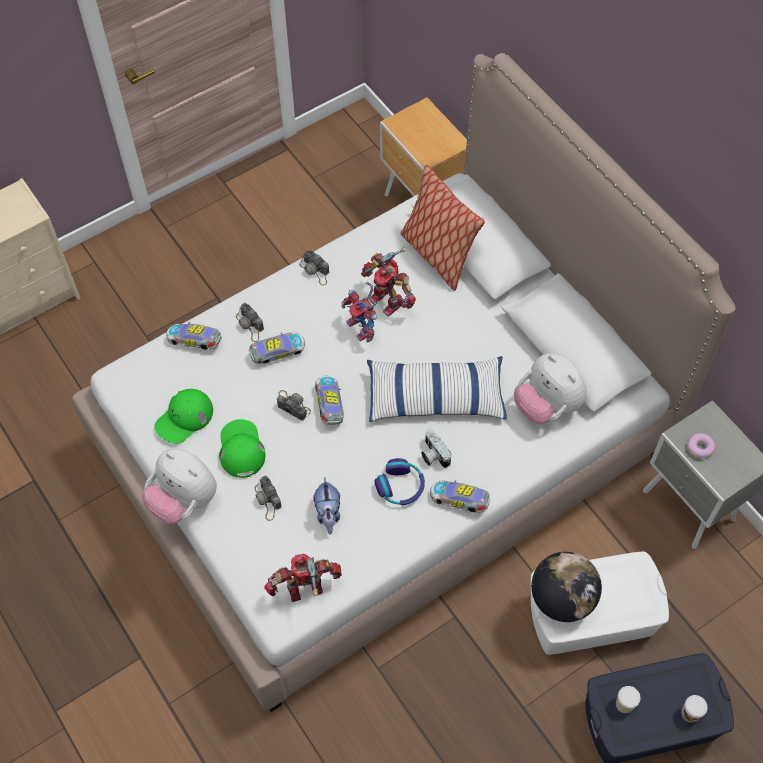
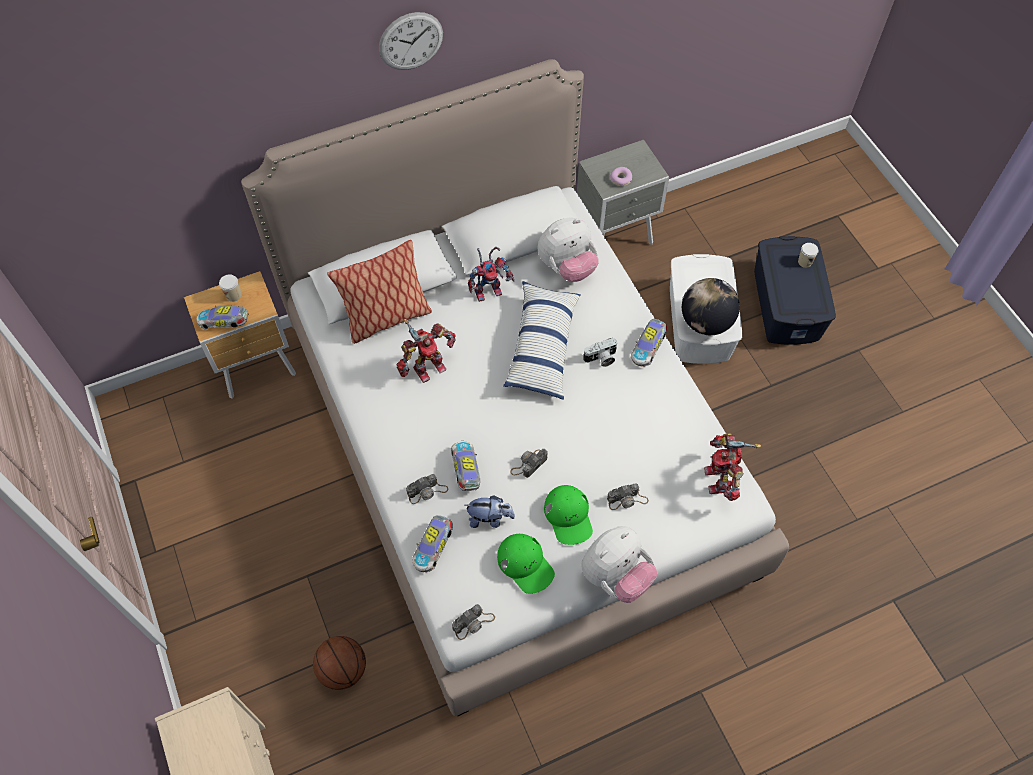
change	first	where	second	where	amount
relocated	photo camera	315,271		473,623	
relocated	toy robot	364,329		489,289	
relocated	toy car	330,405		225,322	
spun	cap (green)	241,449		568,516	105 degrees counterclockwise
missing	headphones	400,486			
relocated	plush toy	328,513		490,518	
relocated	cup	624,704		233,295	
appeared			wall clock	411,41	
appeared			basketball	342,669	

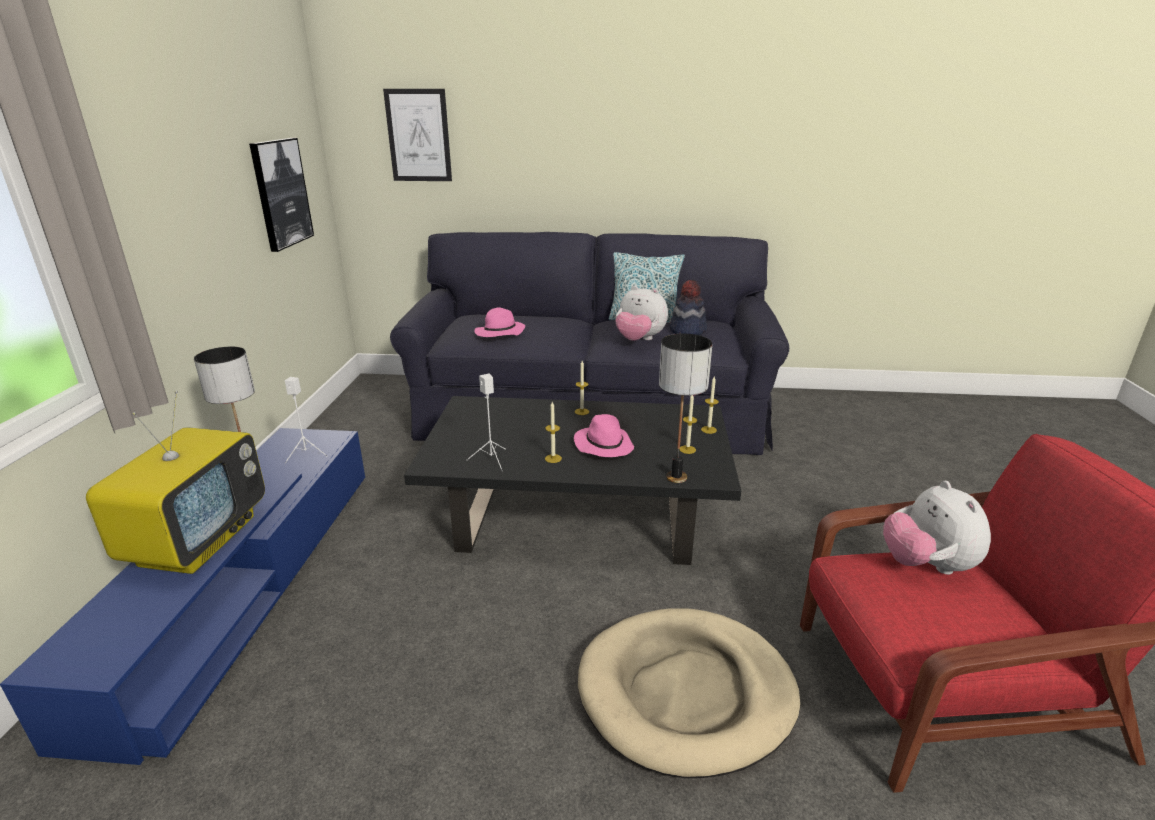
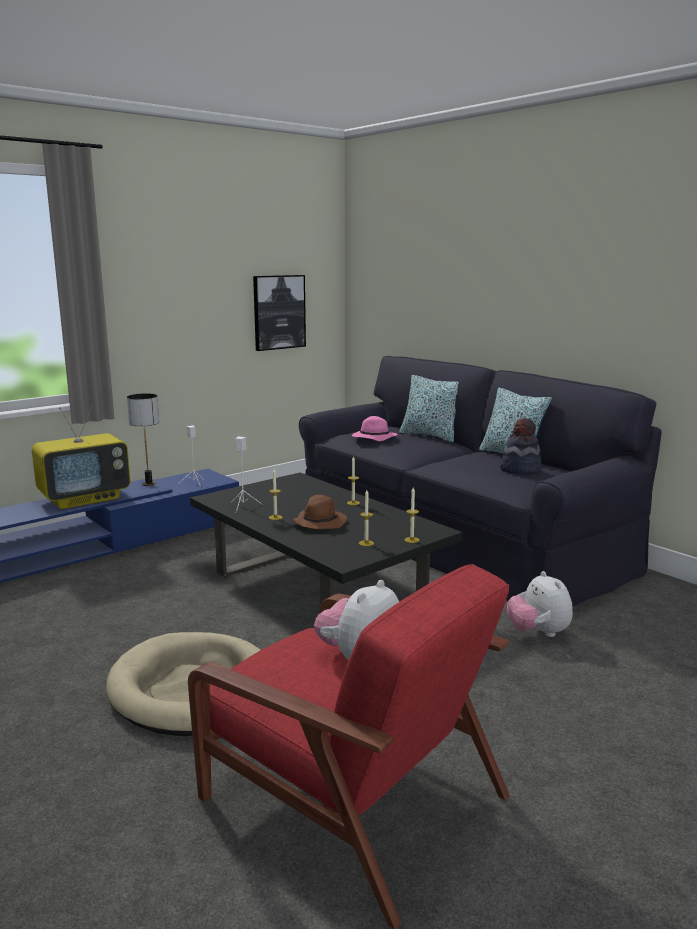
change	first	where	second	where	amount
missing	picture	418,136			
relocated	plush toy	639,340		538,633	
missing	table lamp	676,477			
colour	hat (pink)	603,445	hat (brown)	319,522	
appeared			pillow	430,435	

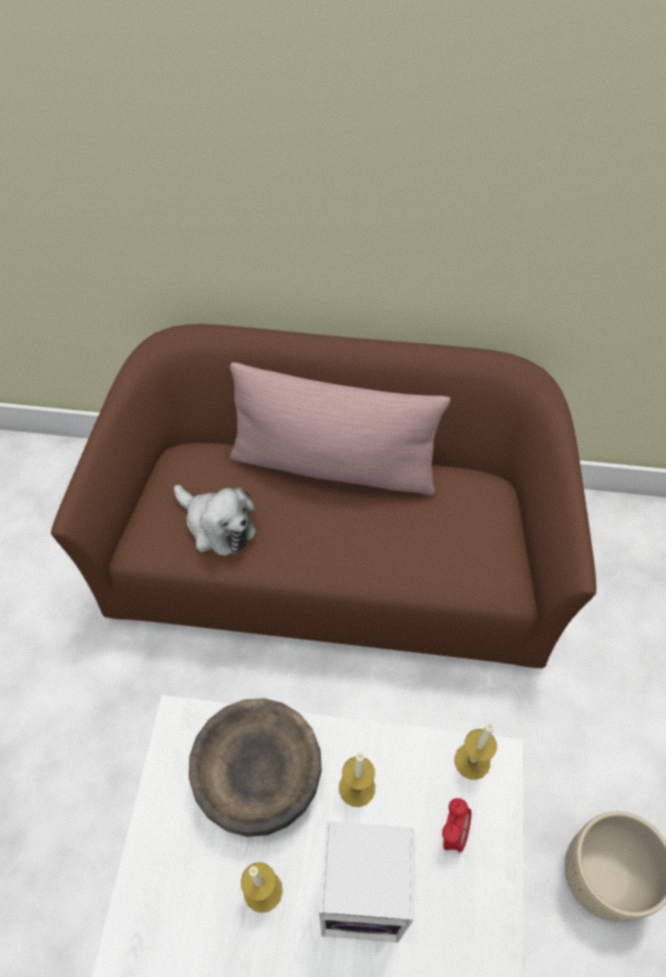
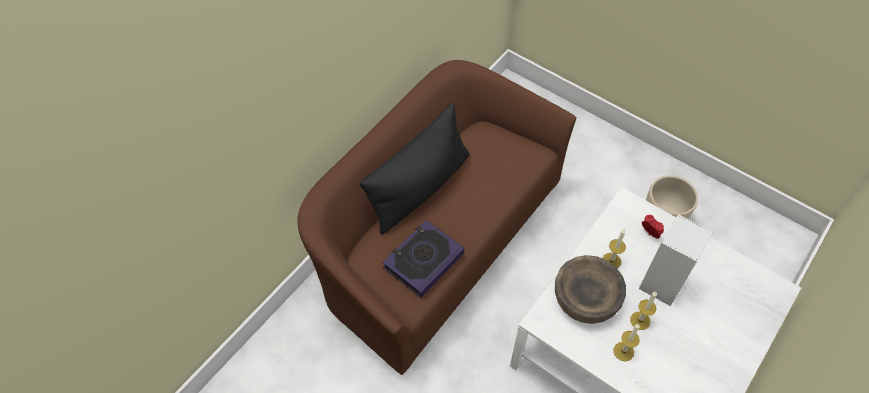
change	first	where	second	where	amount
colour	pillow (pink)	333,465	pillow (black)	420,188	
exchanged	plush toy	217,526	book	423,260	
relocated	candle	472,761		623,351	

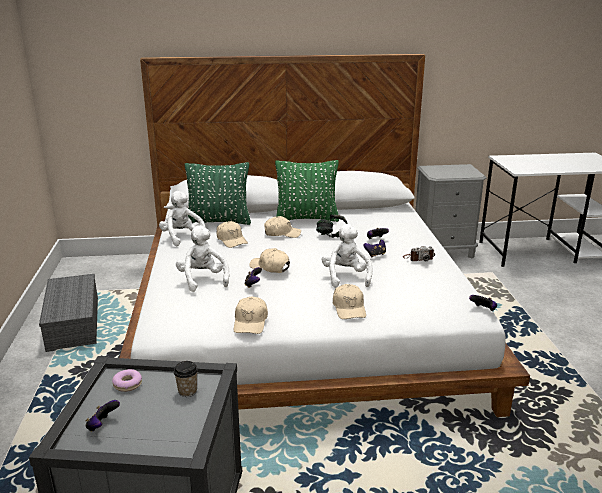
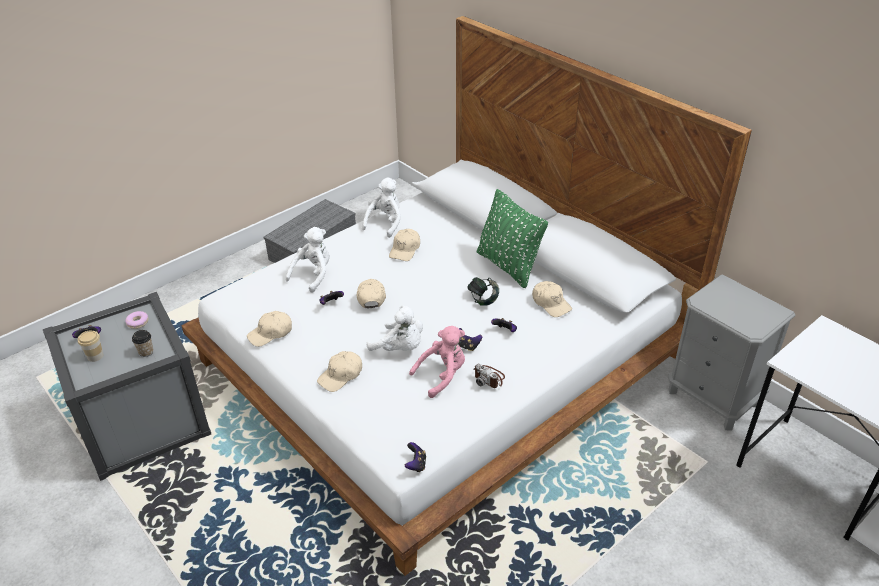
change	first	where	second	where	amount
missing	pillow (green)	219,221			
relocated	cap (beige)	282,233		551,303	
spun	plush toy (white)	346,277		400,348	75 degrees clockwise
appeared			plush toy (pink)	442,375	
appeared			cup	95,356	

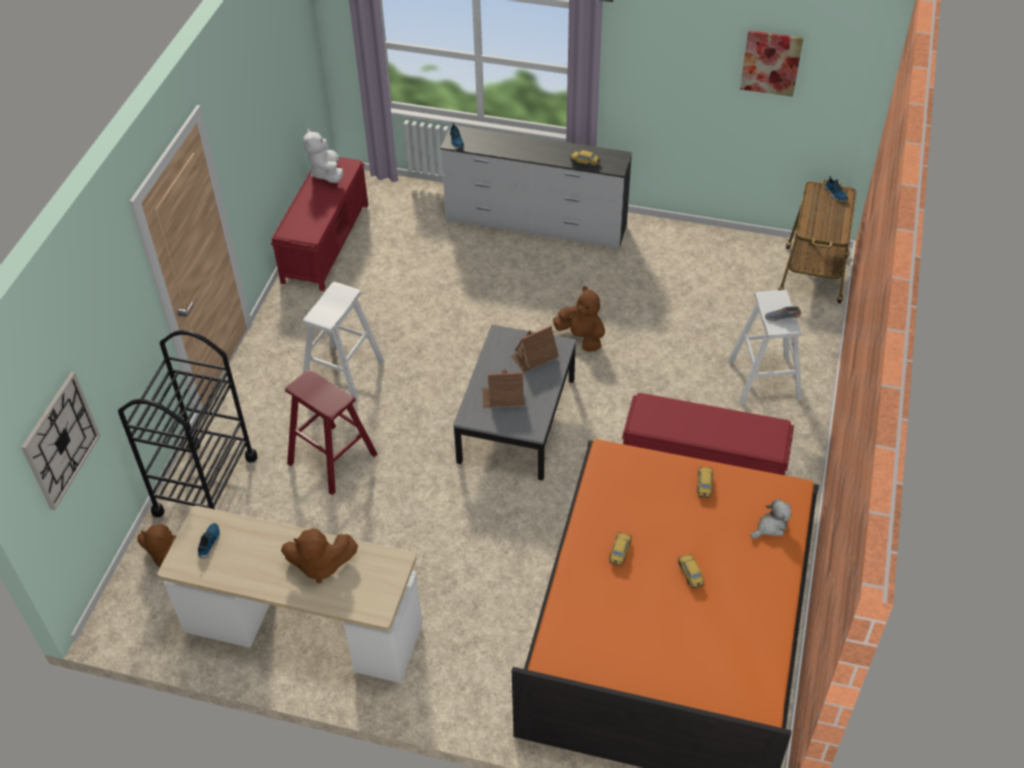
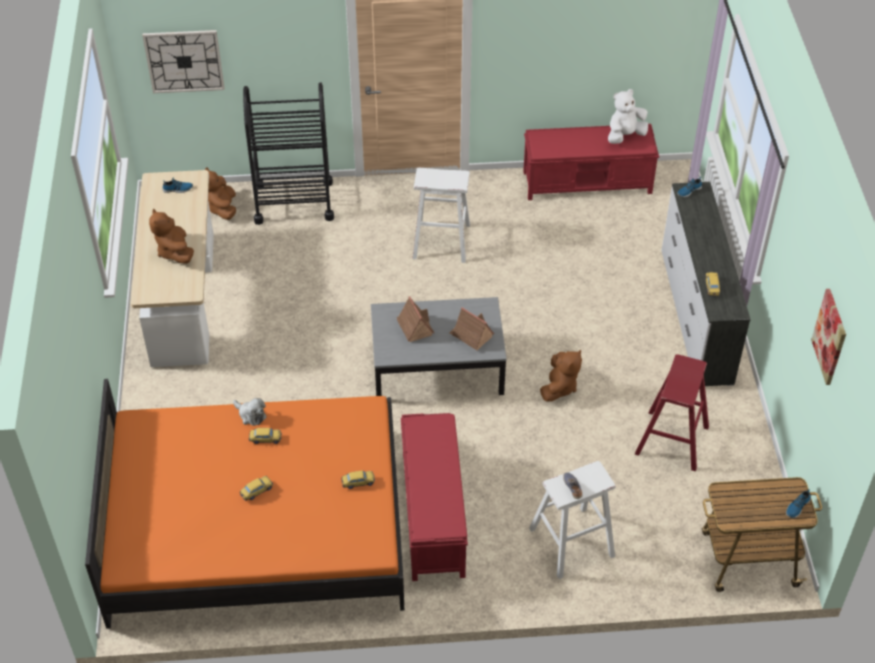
change	first	where	second	where	amount
relocated	stool (red)	332,459		672,440	
relocated	plush toy	771,526		251,415	

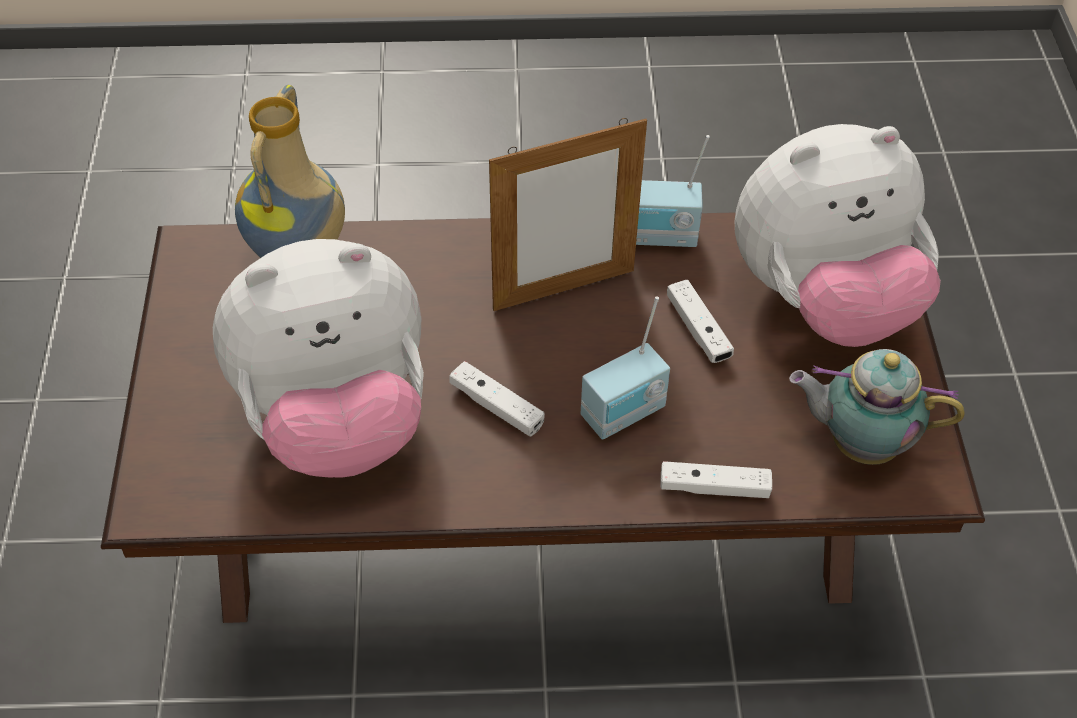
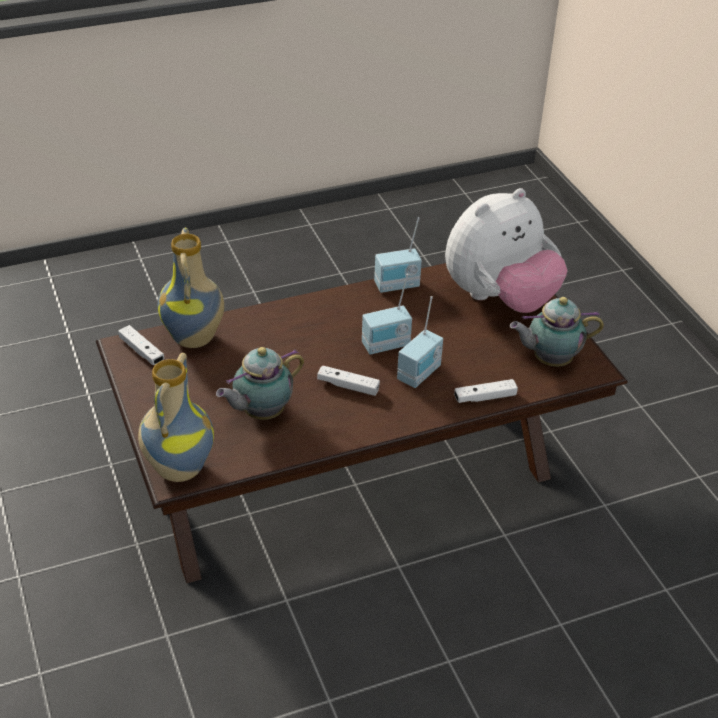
change	first	where	second	where	amount
missing	picture frame	563,289			
exchanged	plush toy	336,421	teapot	261,413	
relocated	game controller (white)	698,330		141,351	
appeared			radio	386,346	
appeared			vase	178,468	

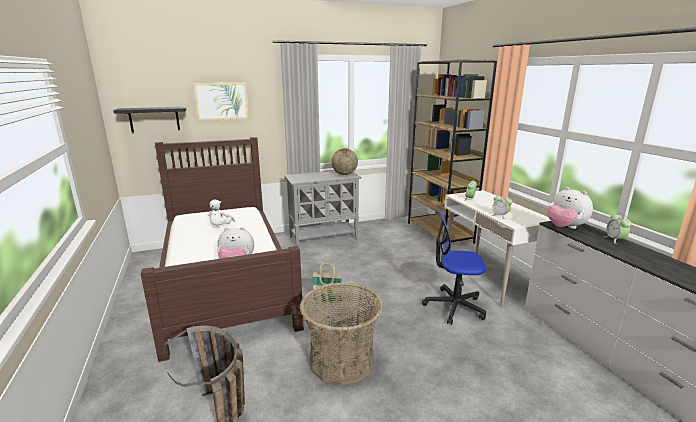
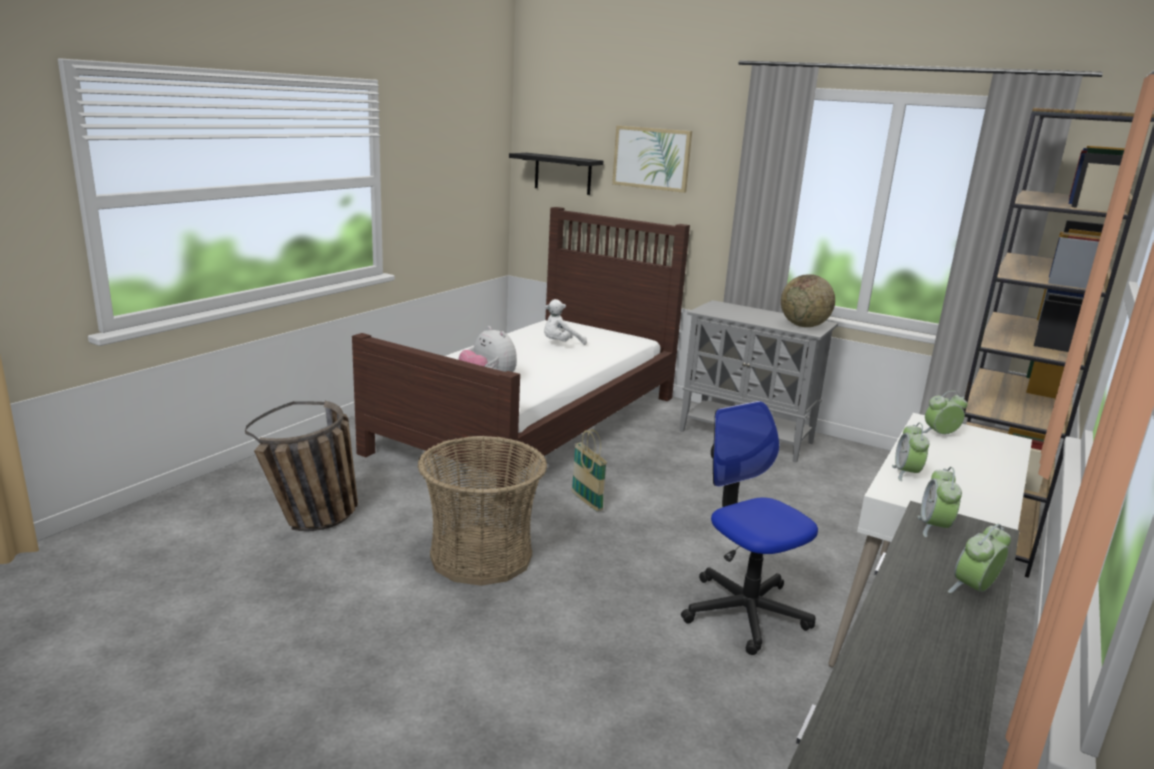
change	first	where	second	where	amount
exchanged	plush toy	564,227	alarm clock	934,528	

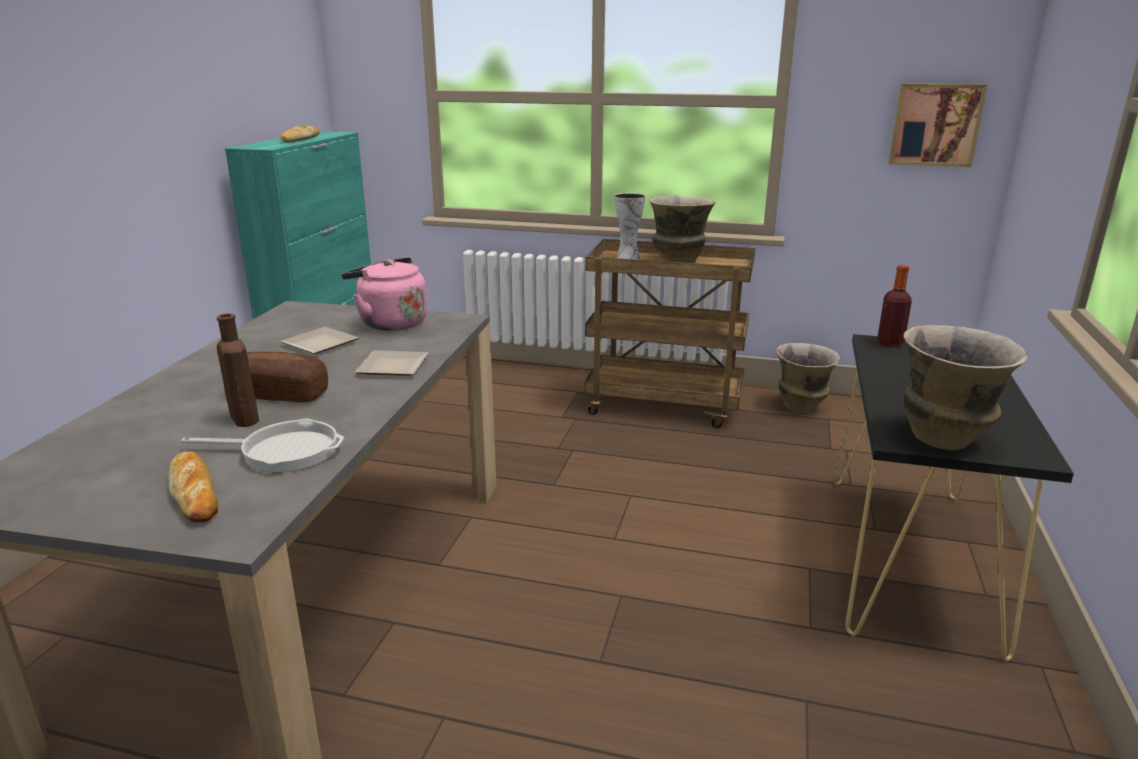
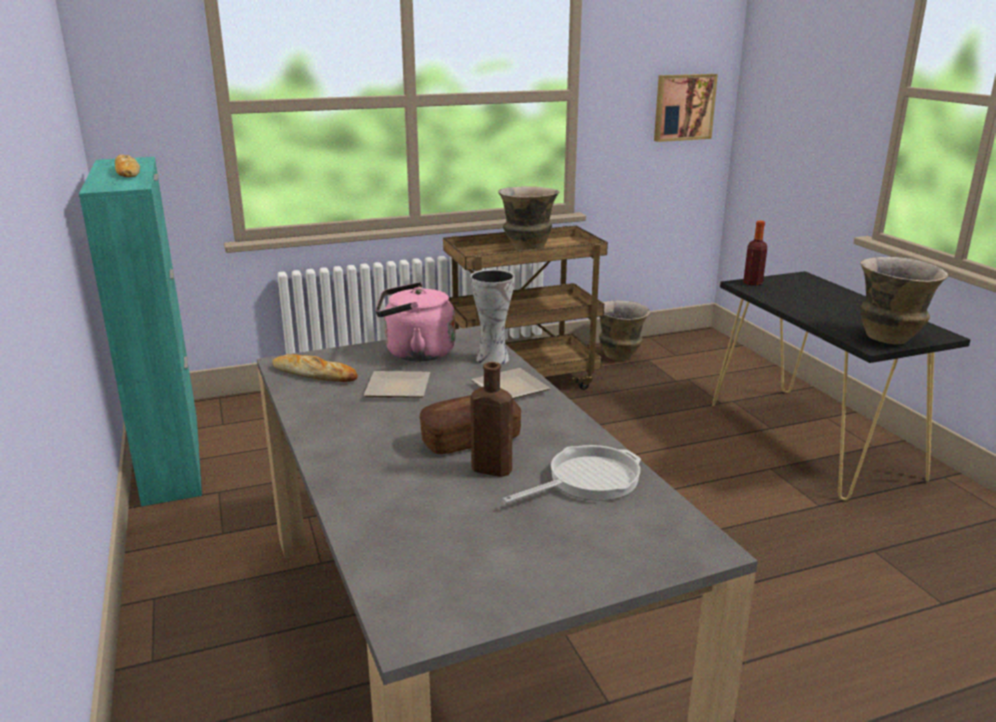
change	first	where	second	where	amount
relocated	vase	627,257		491,358	
relocated	bread	194,492		314,374	

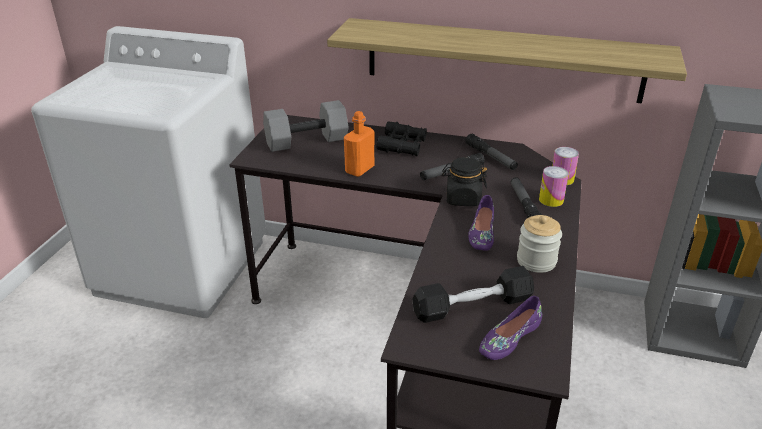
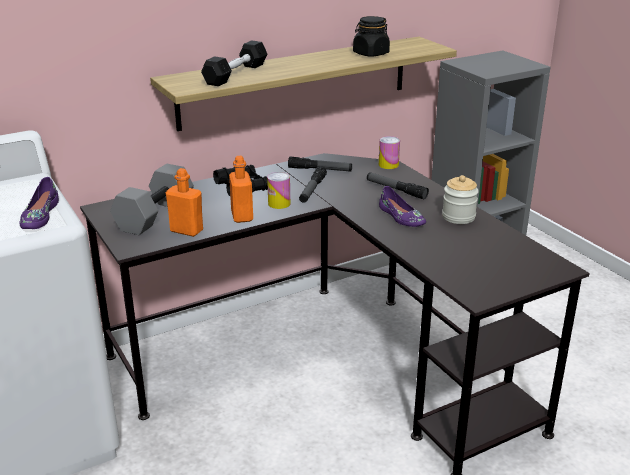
change	first	where	second	where	amount
relocated	jar (black)	463,199		370,54	
relocated	can	551,200		279,204	
relocated	dumbbell (black)	473,306		235,74	
relocated	shoe (purple)	508,338		39,216	
appeared			bottle (orange)	186,231	

